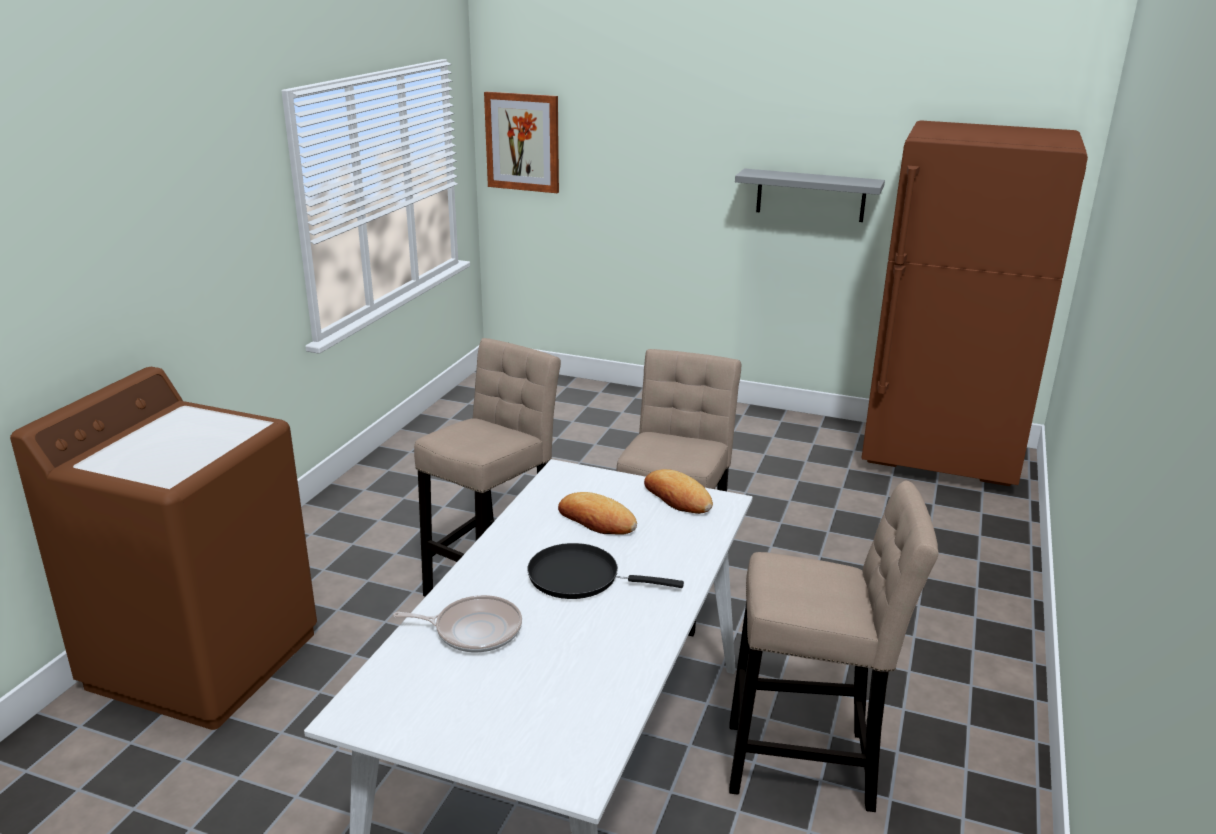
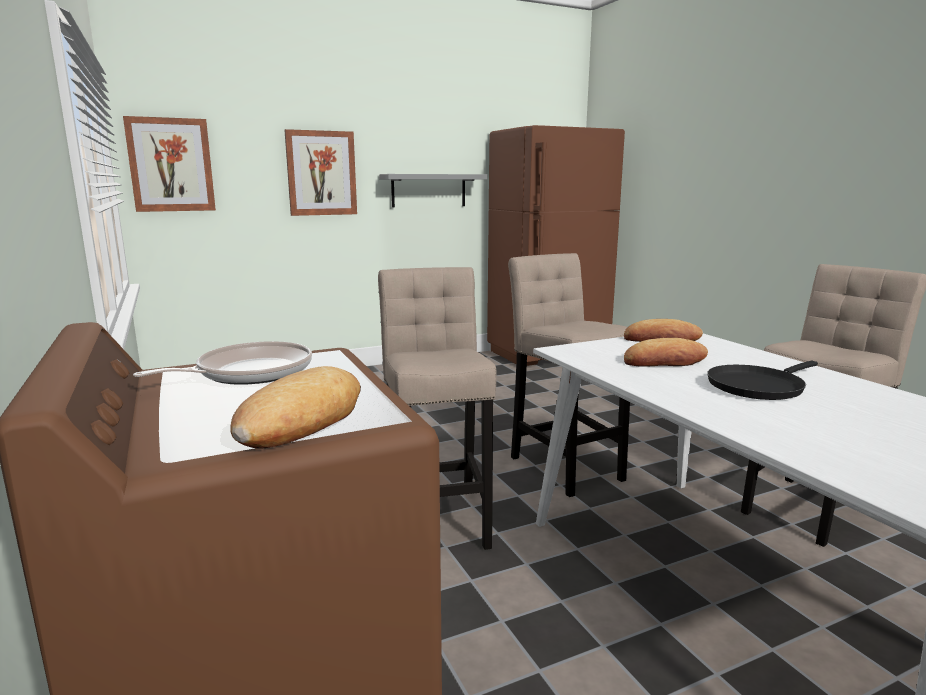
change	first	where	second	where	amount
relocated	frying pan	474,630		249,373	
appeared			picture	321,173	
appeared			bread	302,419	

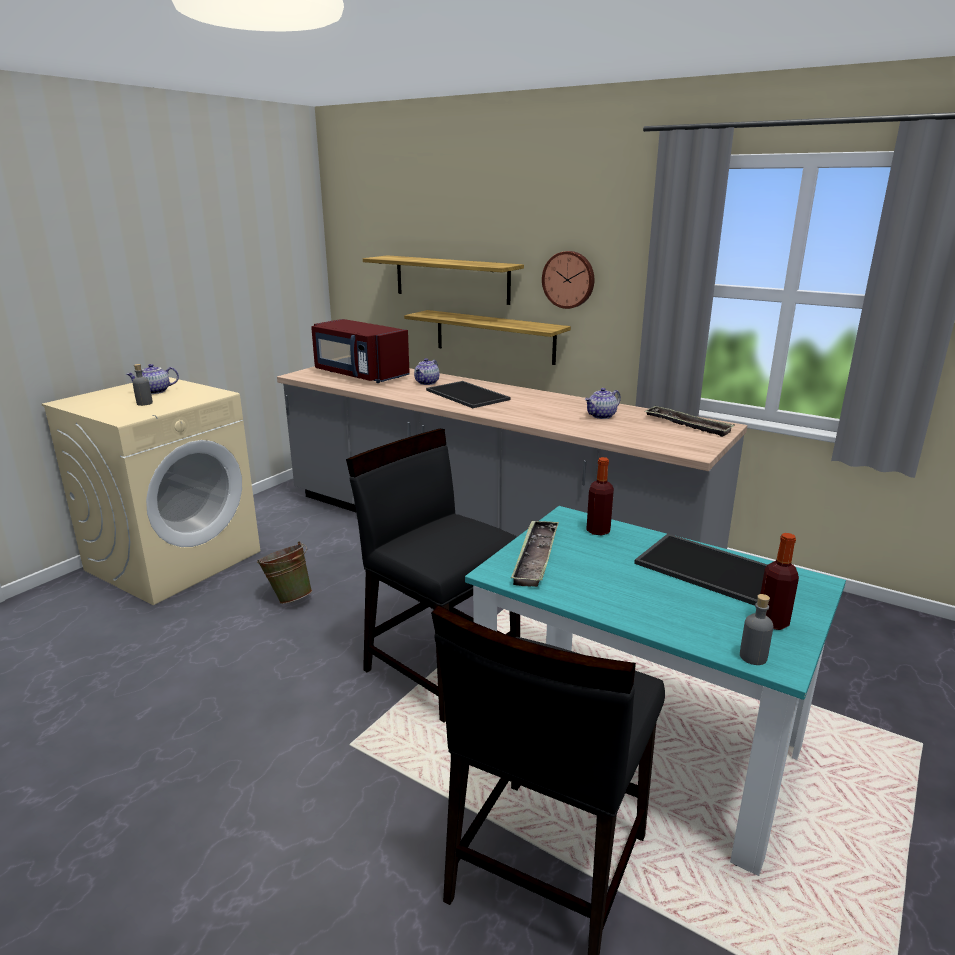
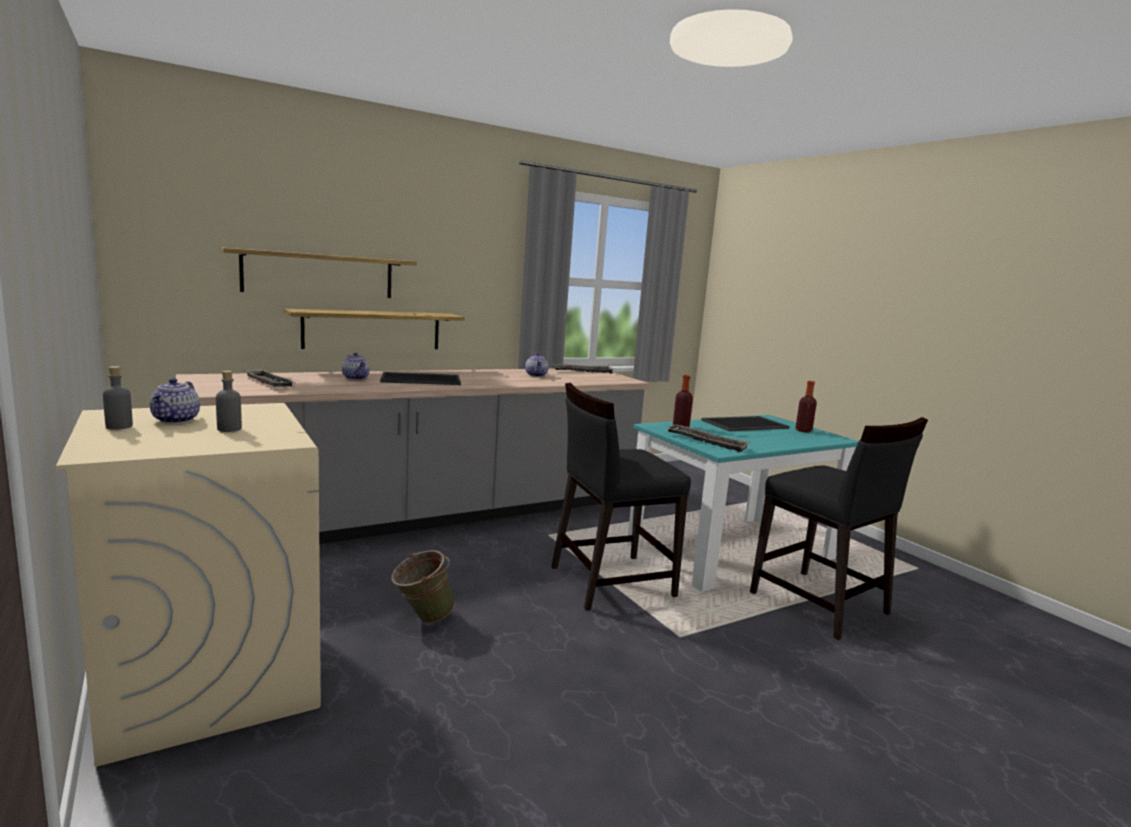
change	first	where	second	where	amount
missing	wall clock	569,279			
exchanged	microwave (red)	359,375	tray	269,383	
relocated	bottle (grey)	753,657		119,426	

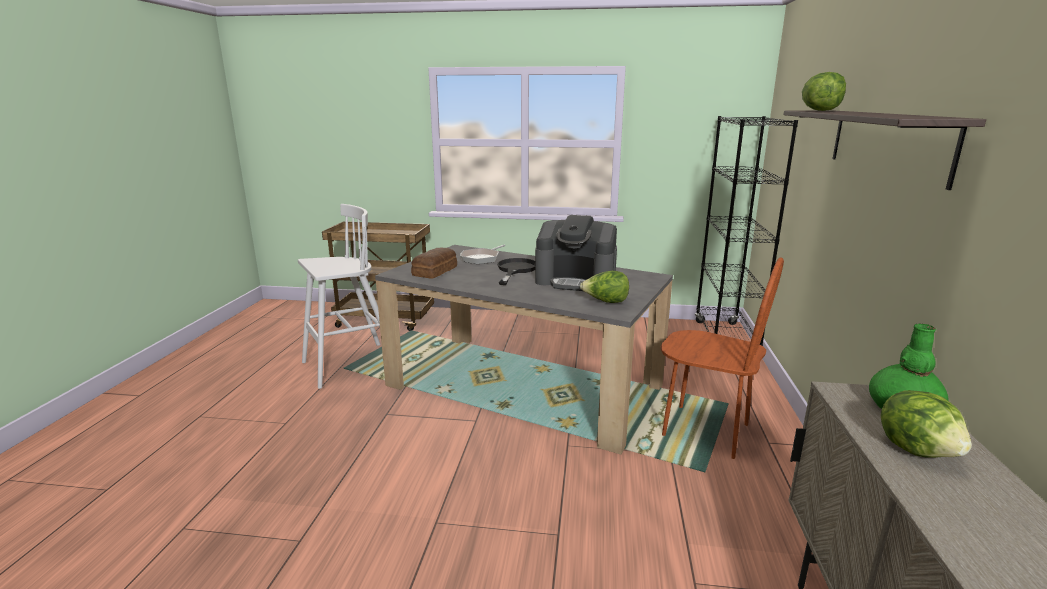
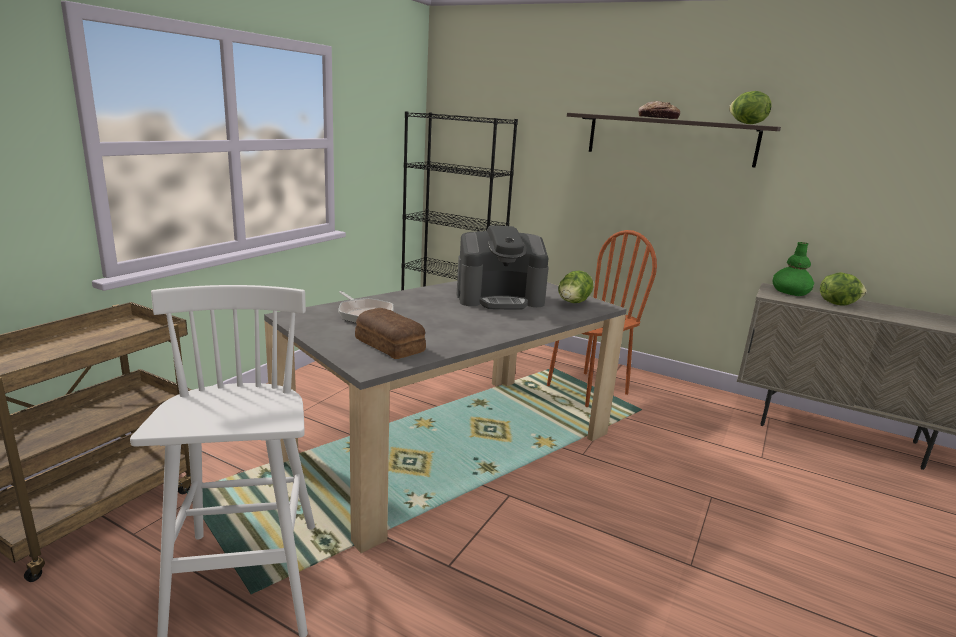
change	first	where	second	where	amount
relocated	lettuce	820,110		746,124	
spun	coffee machine	576,280		500,298	45 degrees clockwise
missing	frying pan (black)	515,270			
appeared			bread	658,118	

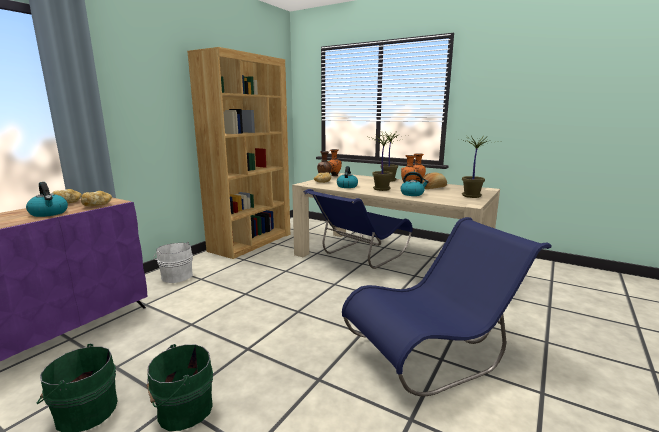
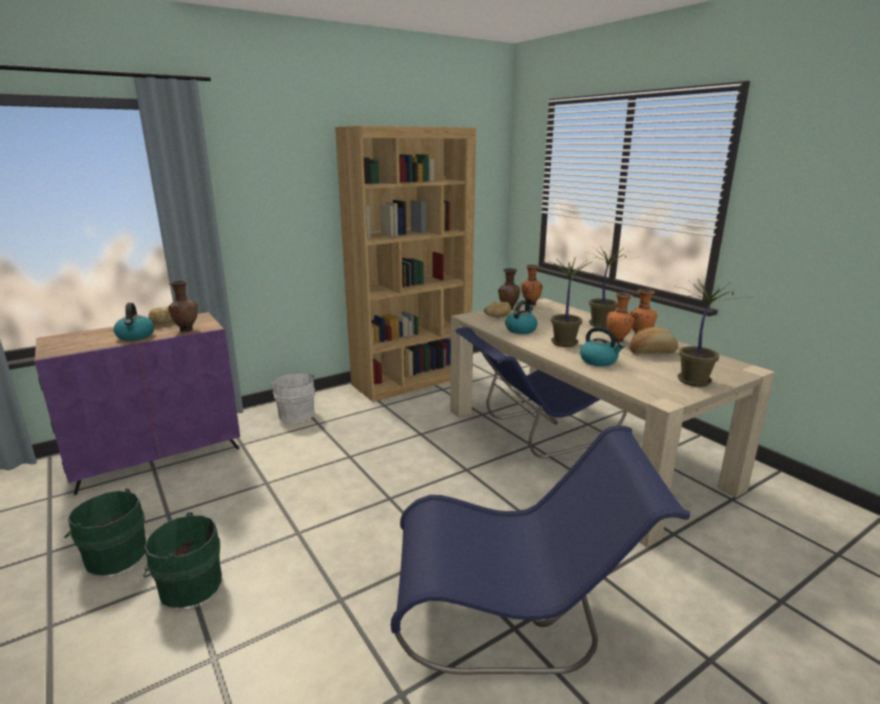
change	first	where	second	where	amount
exchanged	bread	97,205	vase (brown)	186,330	

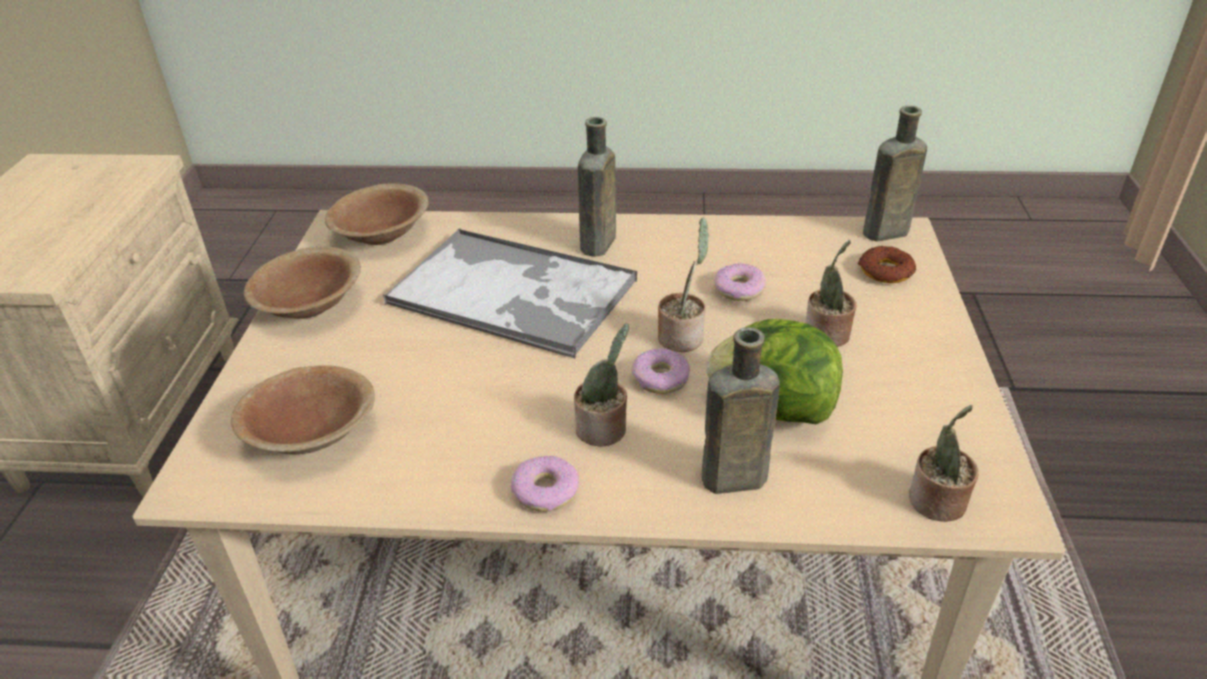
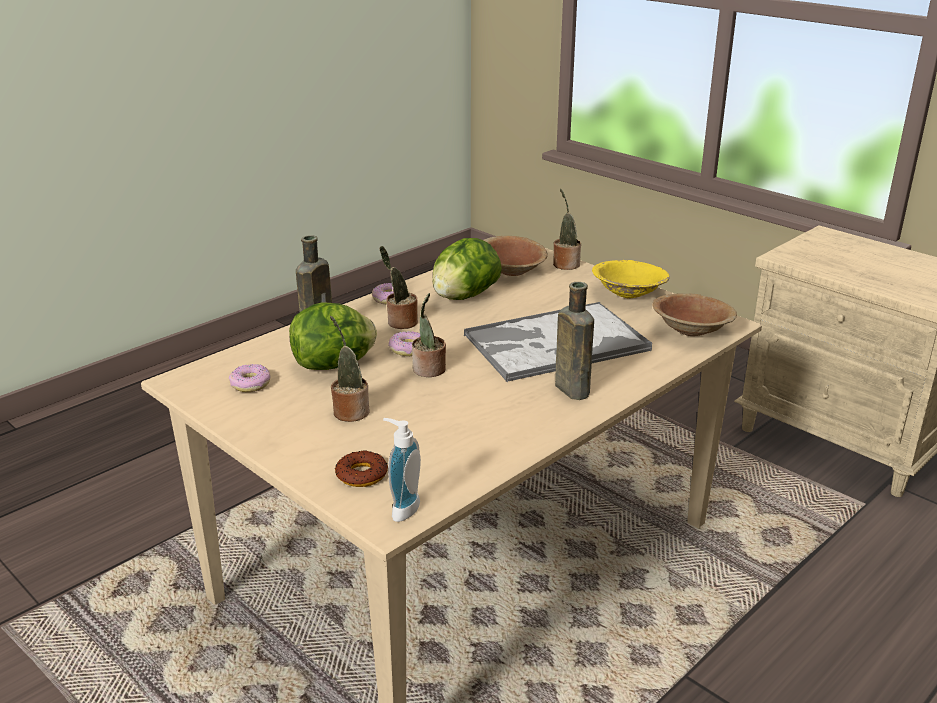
change	first	where	second	where	amount
exchanged	bottle (brown)	882,233	soap dispenser	401,508	
colour	bowl (brown)	309,305	bowl (yellow)	628,293	
relocated	donut	739,289		250,384	
relocated	potted plant	936,503		565,264	
appeared			lettuce	464,297	

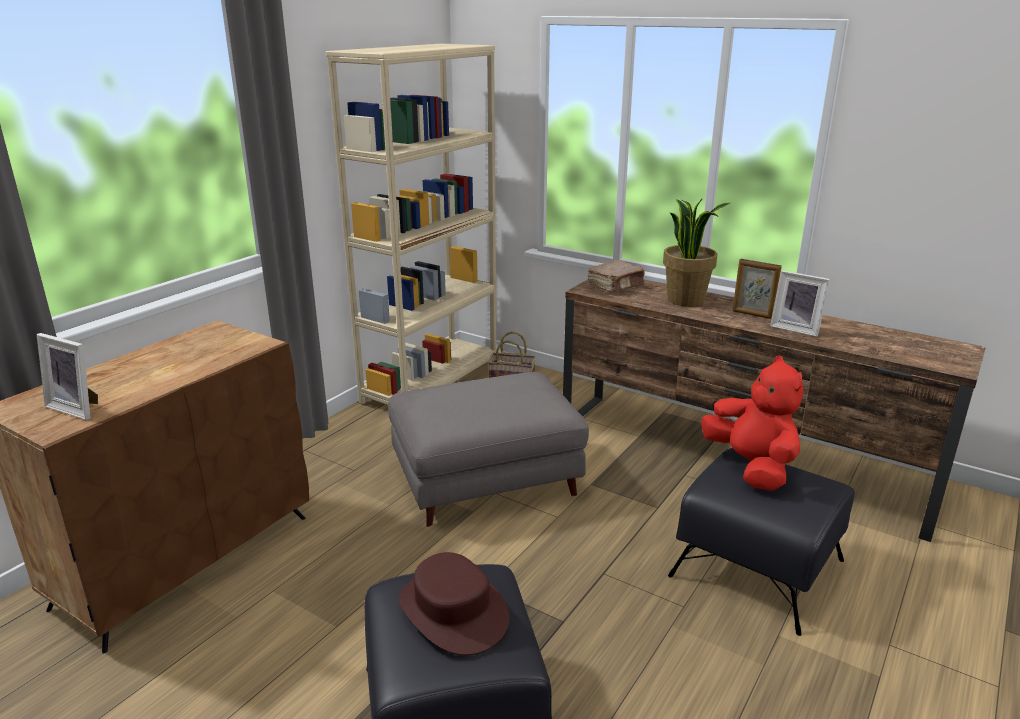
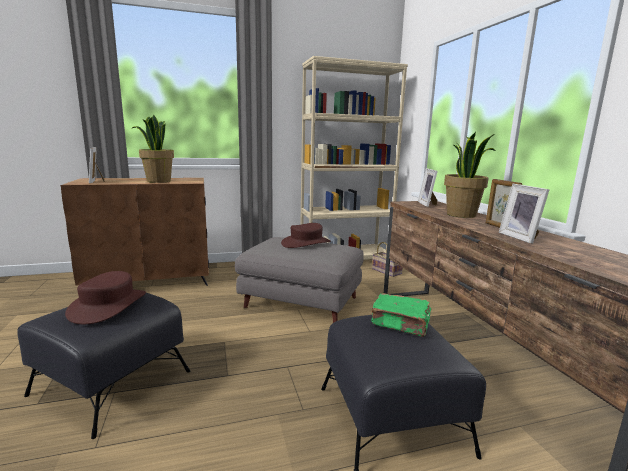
change	first	where	second	where	amount
exchanged	book (brown)	616,286	picture frame	428,204	
exchanged	plush toy (red)	751,467	book (green)	401,324	
appeared			potted plant	158,181	
appeared			hat (brown)	306,243	

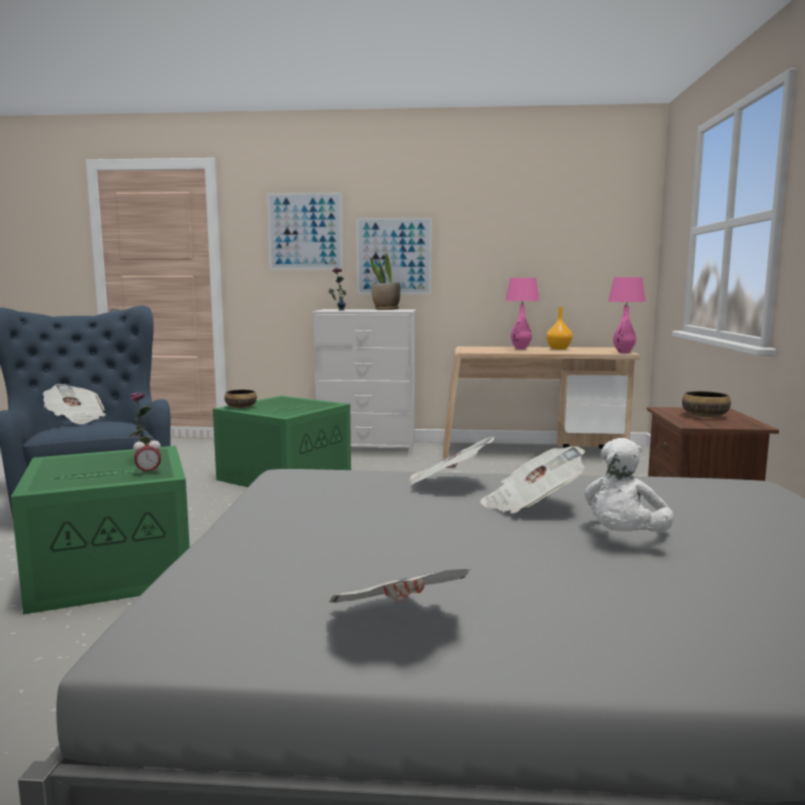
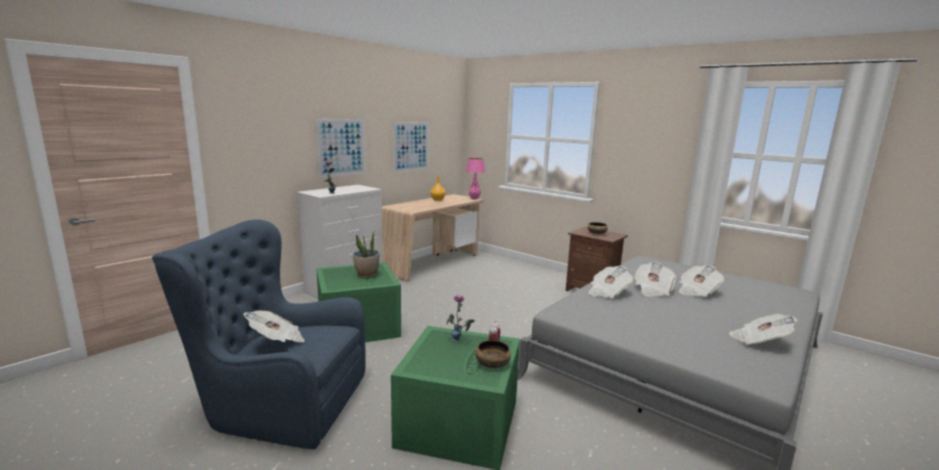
change	first	where	second	where	amount
relocated	picture	305,231		411,146	
relocated	potted plant	386,309		367,275	
missing	table lamp (pink)	520,348			
relocated	bowl	241,407		492,363	
exchanged	plush toy (white)	624,538	newspaper	697,291	

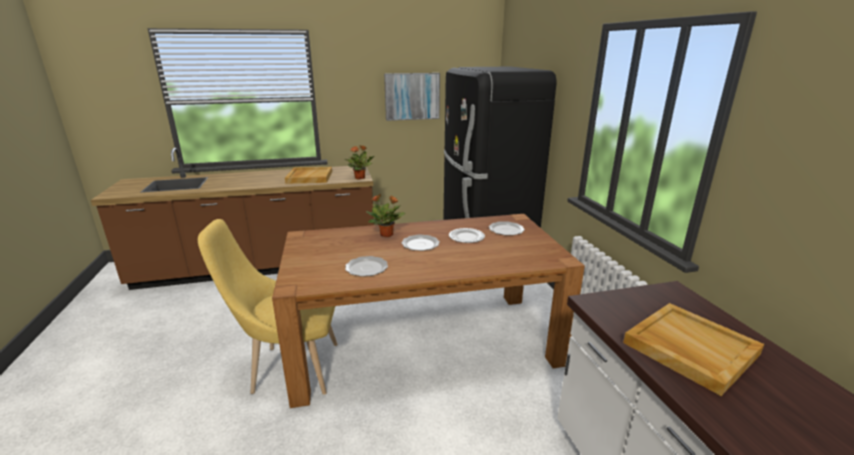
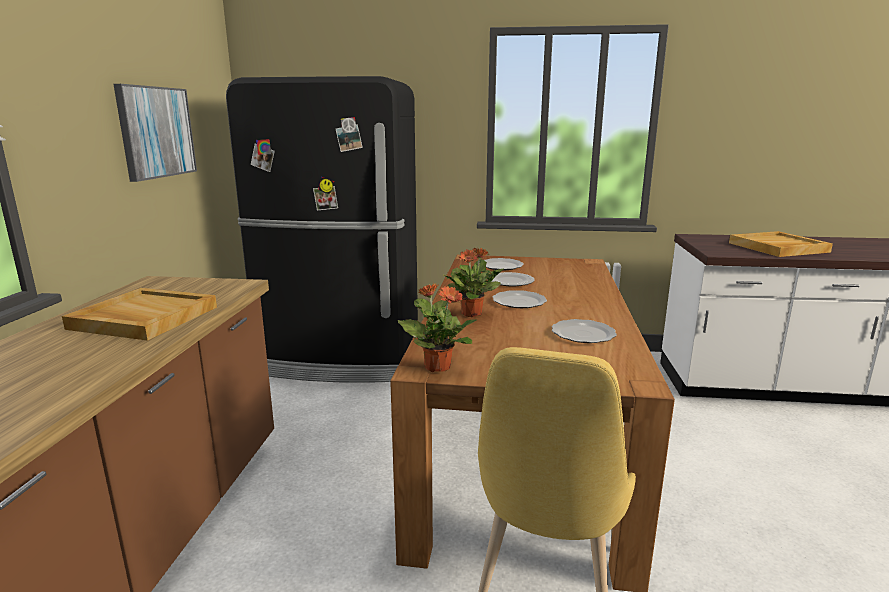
change	first	where	second	where	amount
relocated	potted plant	360,178		437,367	

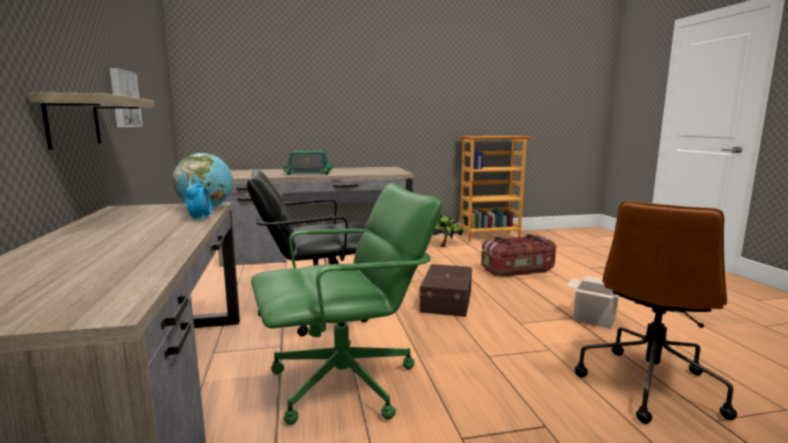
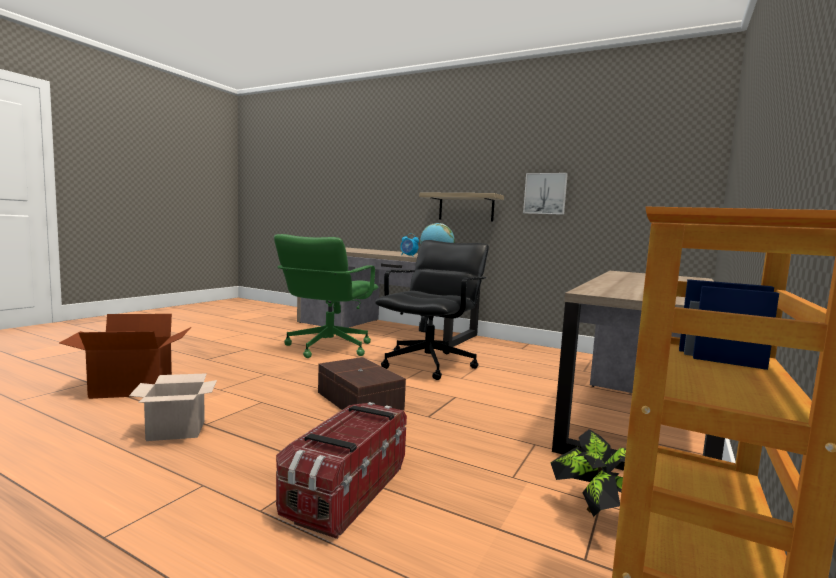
change	first	where	second	where	amount
missing	radio	308,173			
exchanged	office chair (brown)	649,385	cardboard box	131,388	

